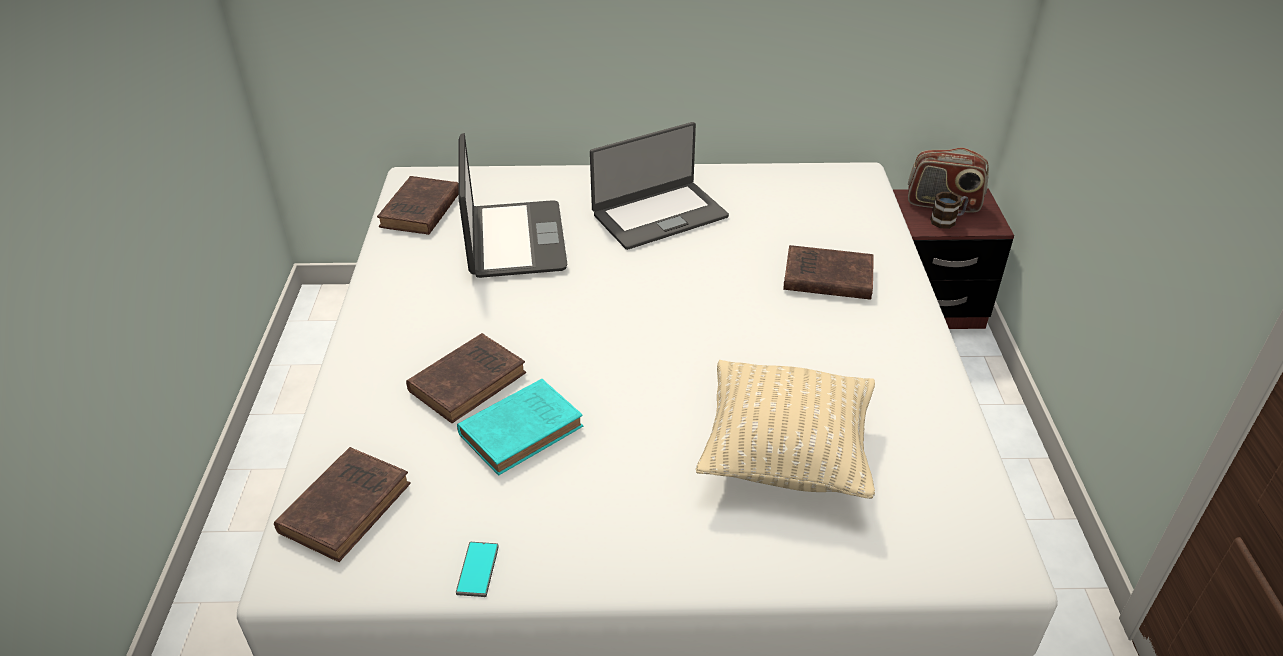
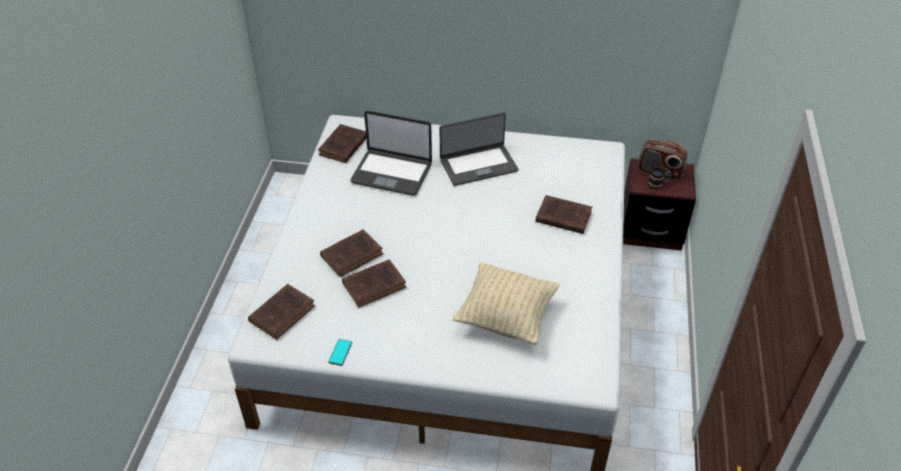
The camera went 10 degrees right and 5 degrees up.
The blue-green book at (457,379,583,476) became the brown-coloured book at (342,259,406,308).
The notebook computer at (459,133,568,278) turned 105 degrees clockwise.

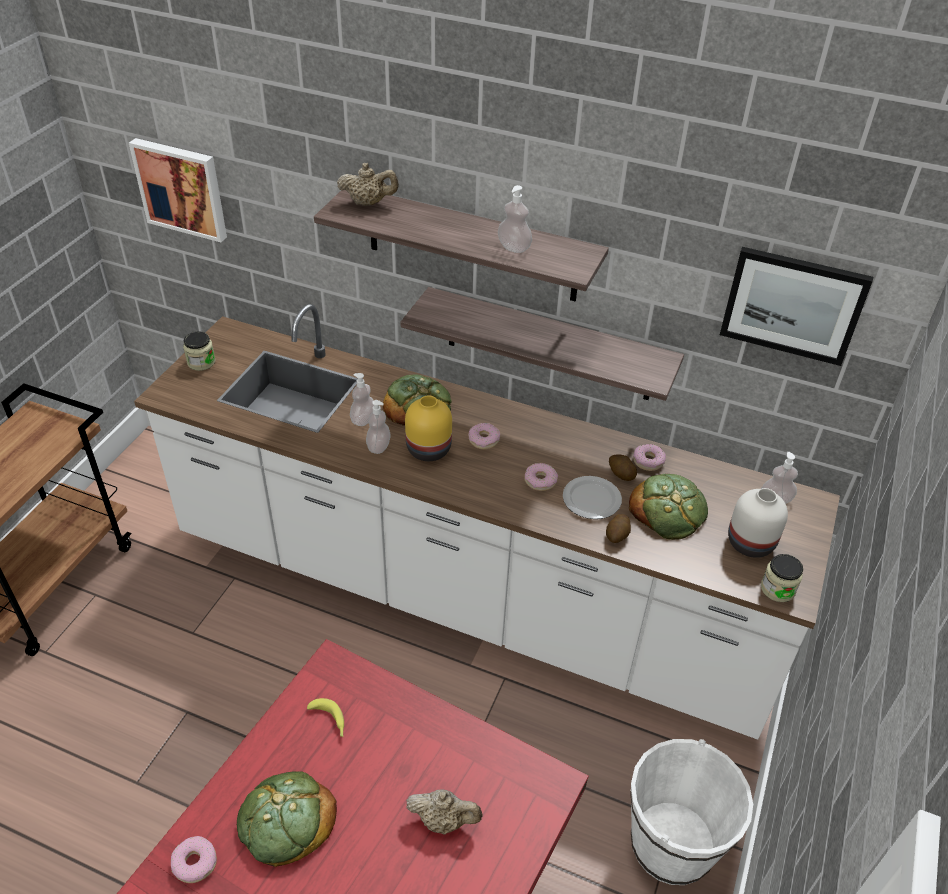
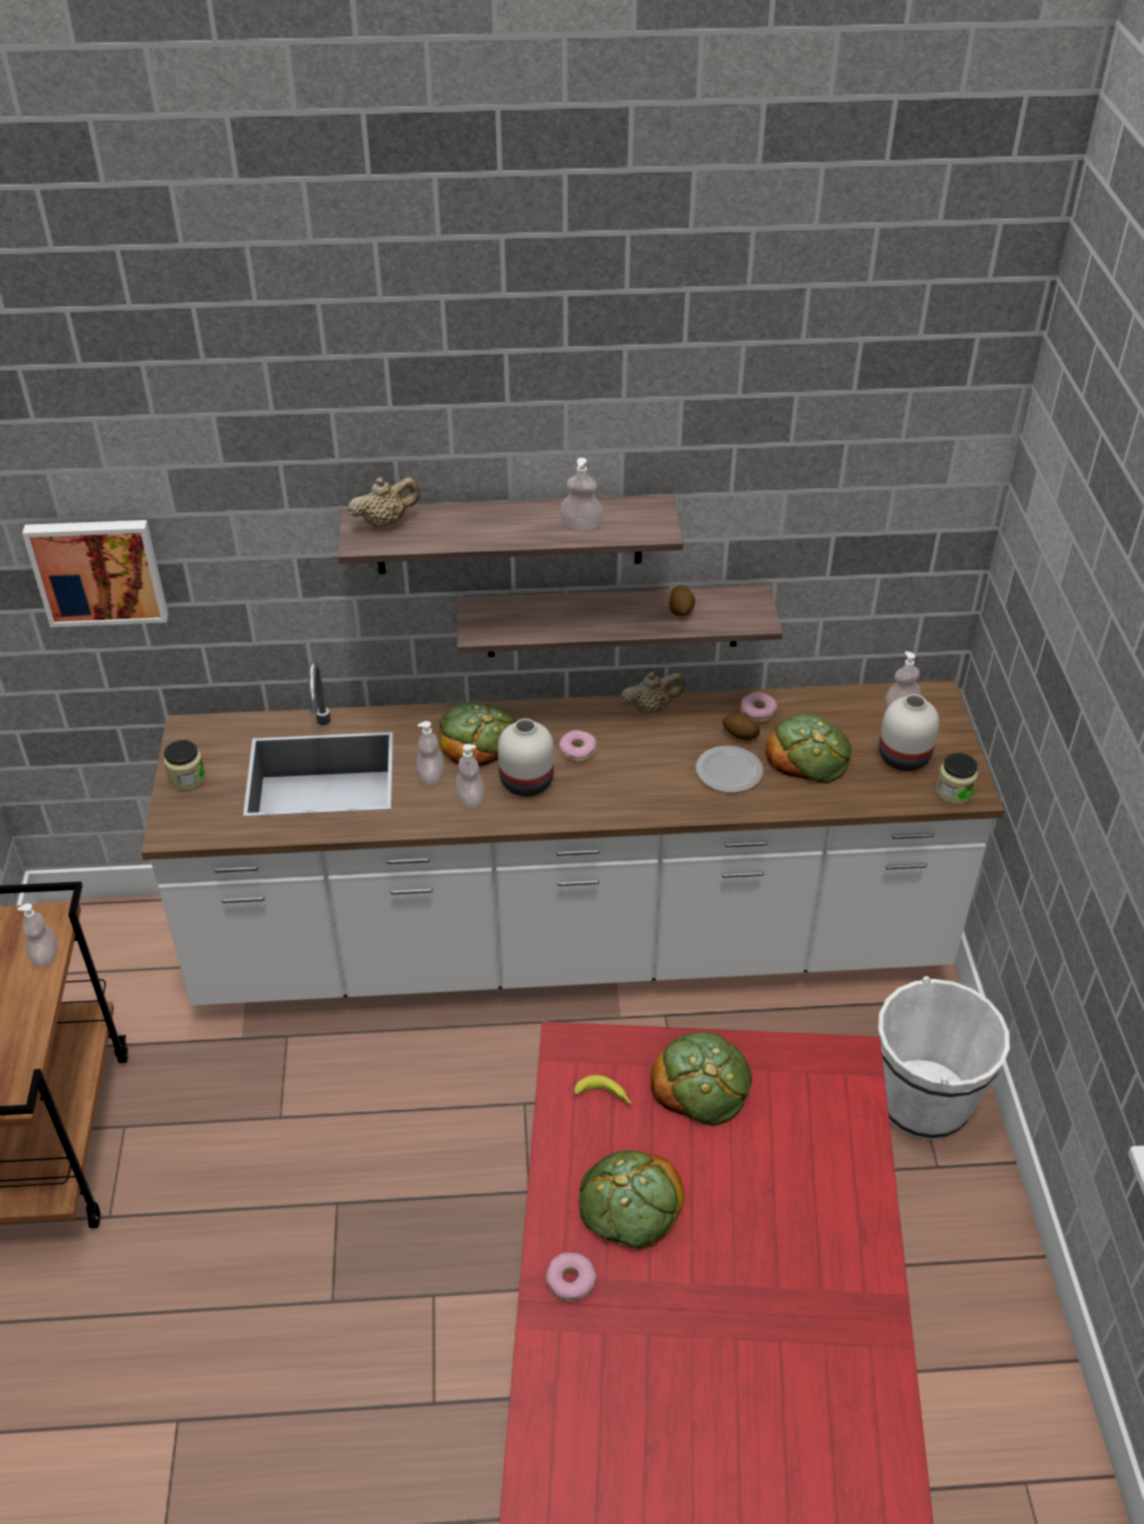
The camera went 25 degrees left and 0 degrees up.
The donut at (524,463,558,491) disappeared.
The wall picture at (720,247,873,366) disappeared.
The soap bottle at (18,903,57,966) appeared.
The bakery bread at (650,1032,752,1126) appeared.
The beige-coloured pot for tea moved from (406,790,483,834) to (621,672,685,714).
The spud moved from (606,514,631,543) to (669,585,695,616).
The yellow flower vase at (405,395,452,461) became the white flower vase at (498,719,554,797).

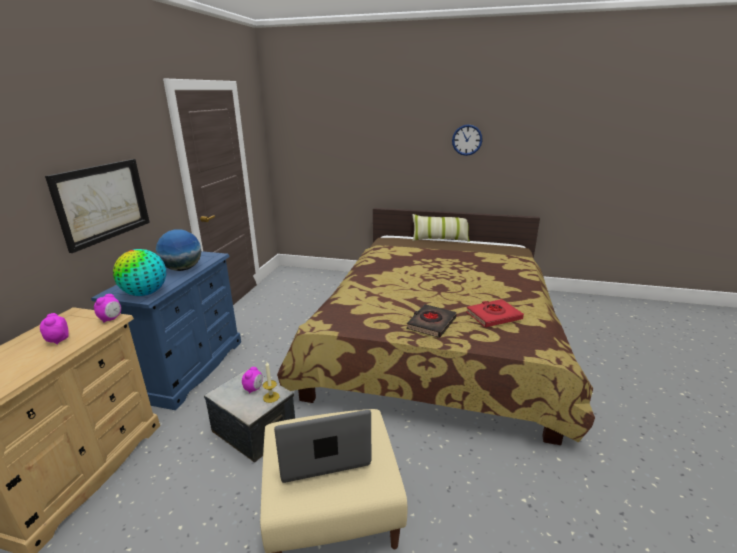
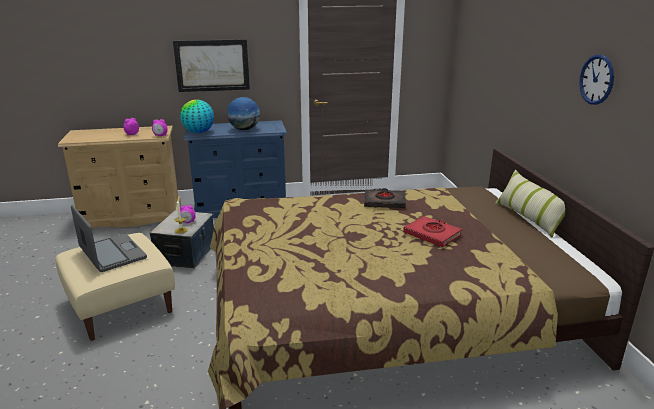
The camera went 65 degrees right and 0 degrees up.
The black book moved from (406,304,457,338) to (364,189,406,208).
The red book moved from (466,299,524,327) to (403,216,462,247).

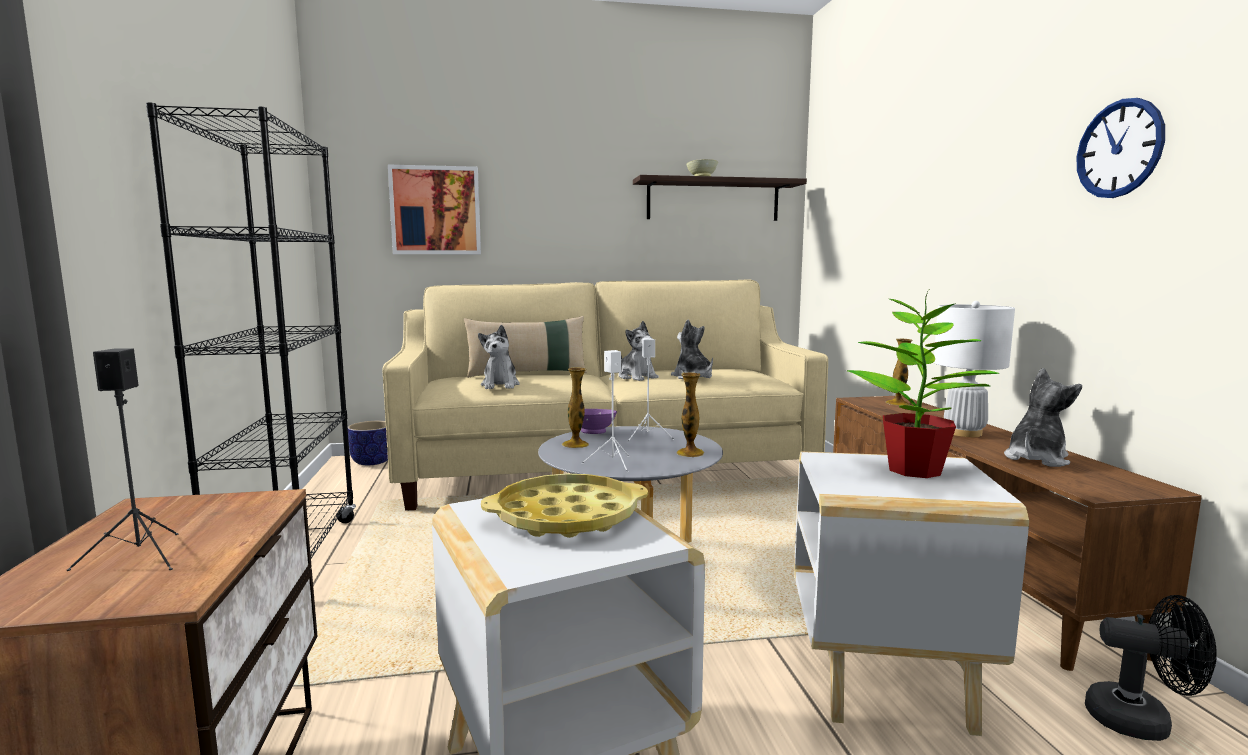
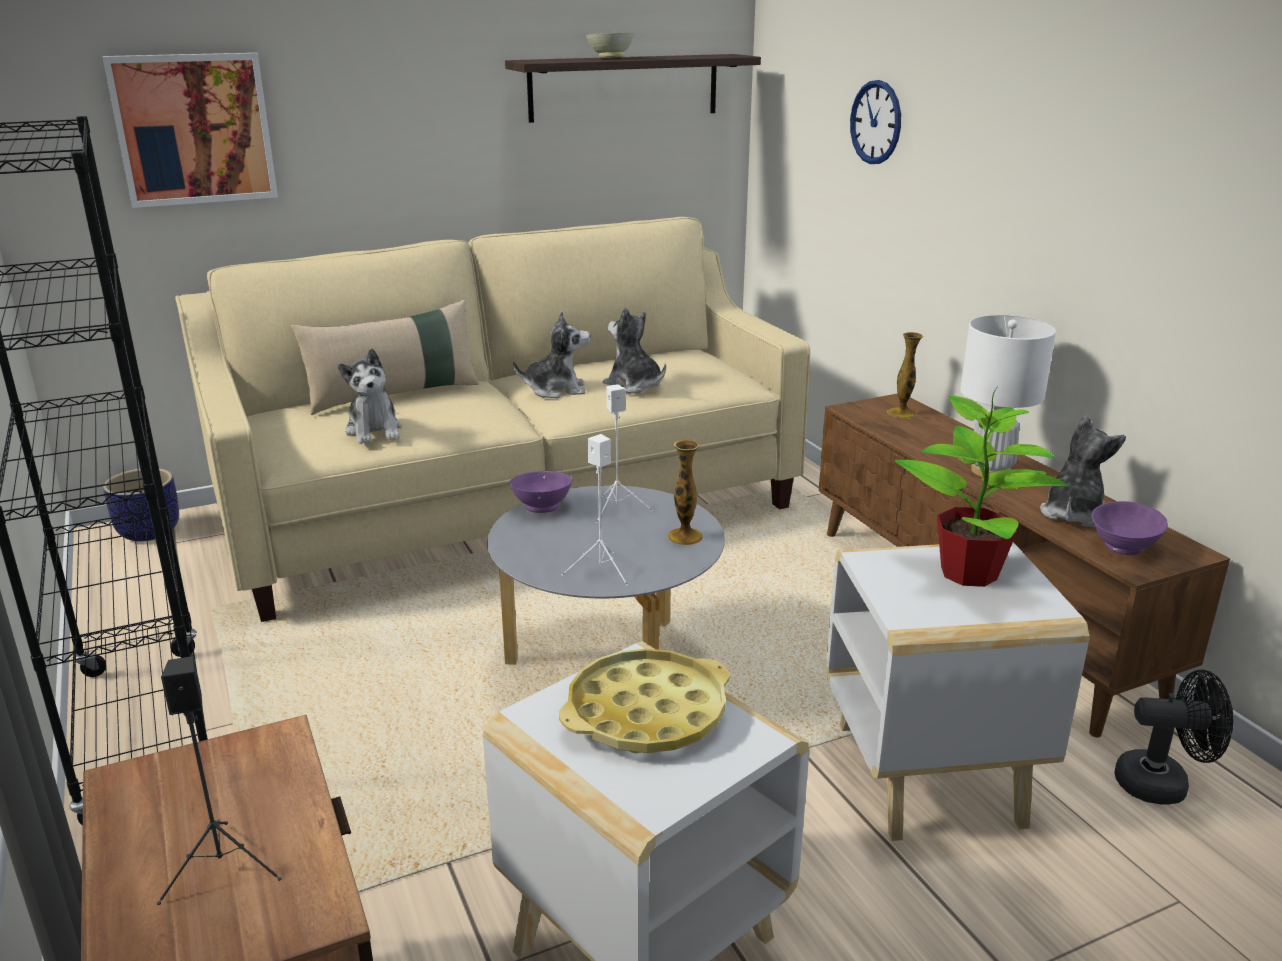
The camera went 15 degrees left and 15 degrees up.
The flower vase at (562,367,589,448) disappeared.
The purple-coloured serving bowl at (1091,501,1168,555) appeared.
The wall clock moved from (1077,98,1165,198) to (850,80,901,164).
The plush toy at (618,321,659,381) turned 45 degrees counterclockwise.

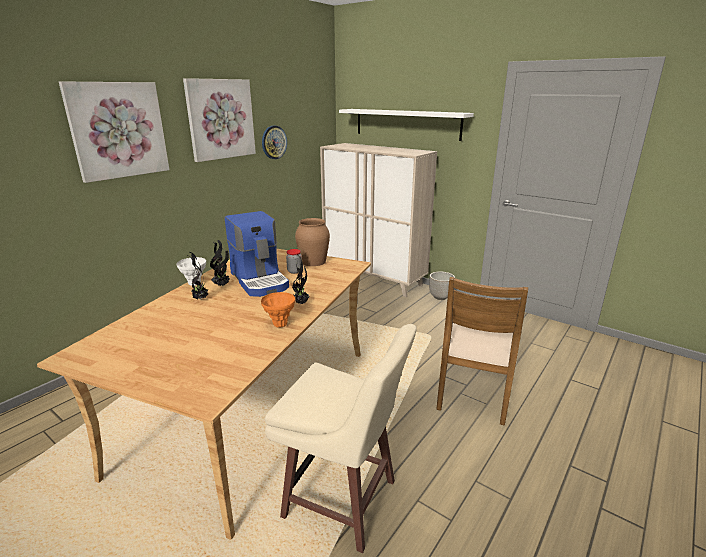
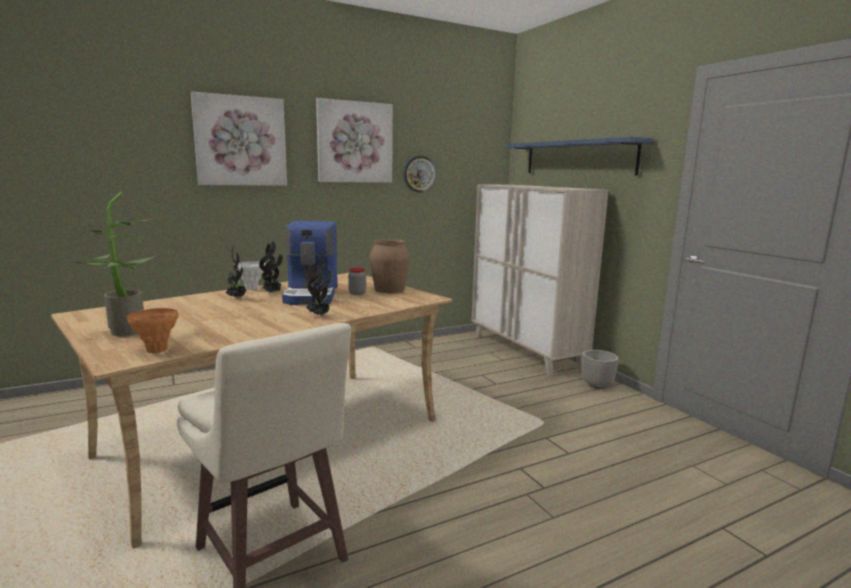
The camera went 25 degrees right and 10 degrees down.
The brown-coloured plain chair at (436,277,528,426) disappeared.
The plant in a pot at (76,192,156,336) appeared.
The orange-coloured flower vase moved from (261,292,295,328) to (127,308,179,353).
The white shelf at (339,109,474,141) became the bluish shelf at (505,136,653,175).

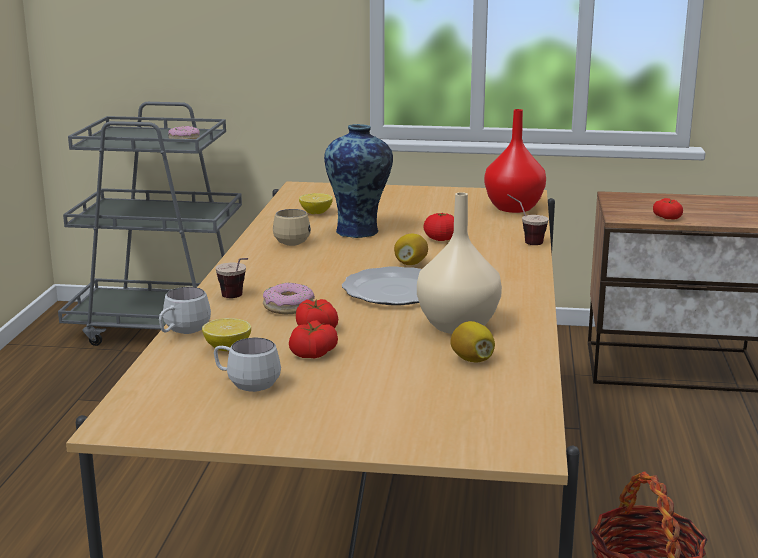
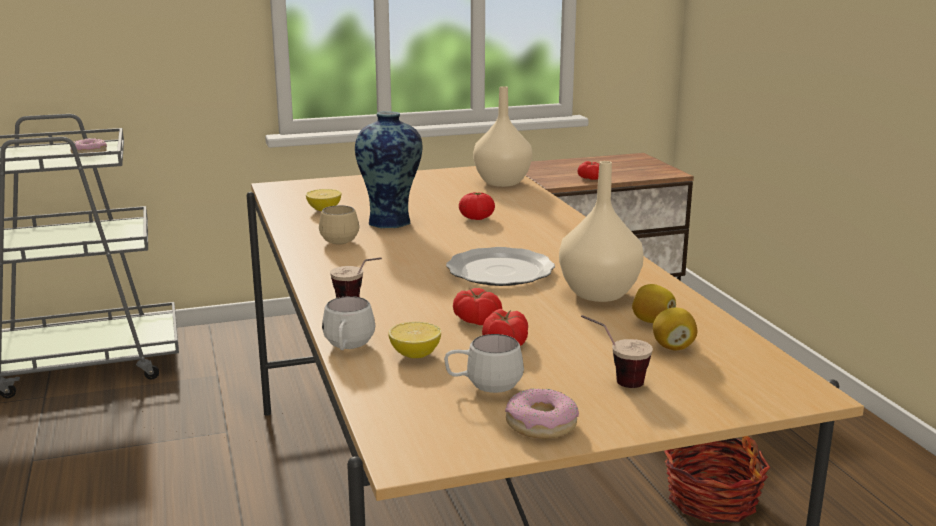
The camera went 25 degrees left and 0 degrees up.
The donut moved from (263,283,315,314) to (505,388,579,439).
The citrus fruit moved from (394,234,428,265) to (653,307,697,350).
The cup moved from (507,194,549,245) to (581,315,653,388).
The red flower vase at (484,109,546,213) became the beige-coloured flower vase at (473,86,532,187).

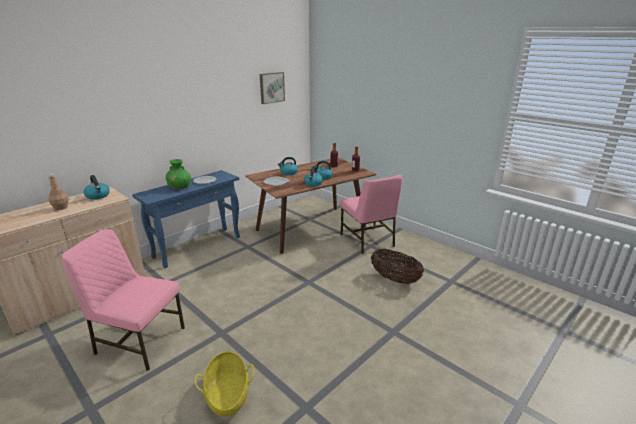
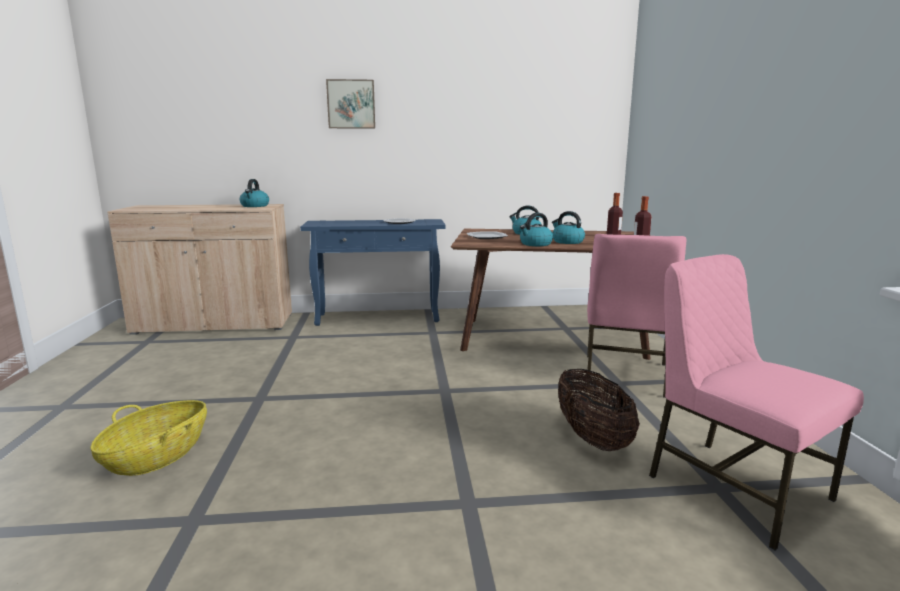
The camera went 40 degrees right and 10 degrees down.
The brown-coloured drink bottle at (48,174,69,210) disappeared.
The green-coloured flower vase at (166,159,191,189) disappeared.
The pink plain chair moved from (62,229,185,371) to (649,254,864,550).
The wall picture moved from (260,72,285,104) to (326,79,375,129).

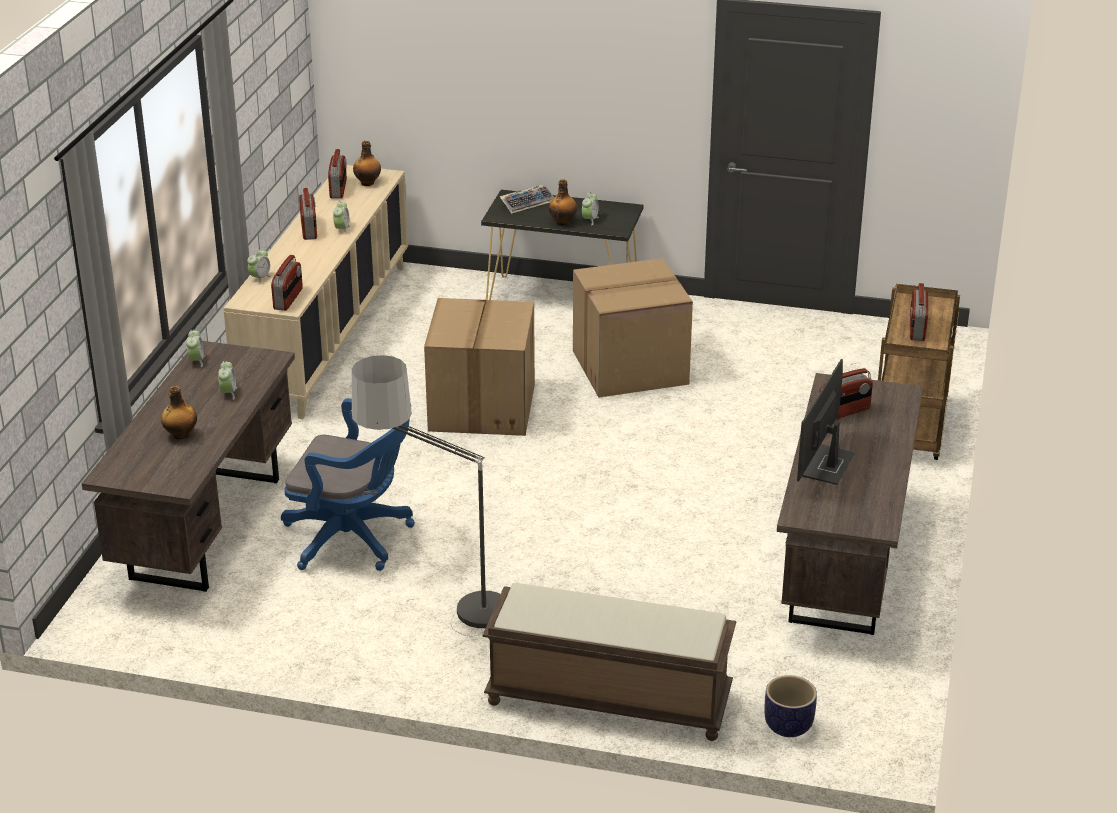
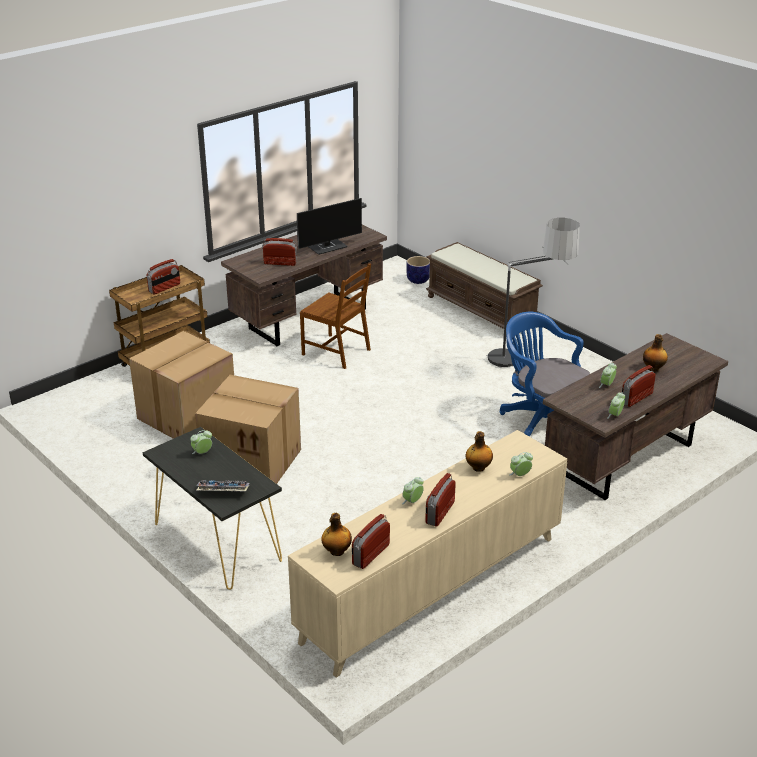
The camera went 145 degrees left and 0 degrees up.
The brown-coloured plain chair at (300,263,371,369) appeared.
The radio moved from (271,255,303,311) to (622,365,656,407).
The cardboard box moved from (424,298,535,436) to (129,331,234,439).
The drink bottle moved from (549,179,577,226) to (465,431,493,472).

